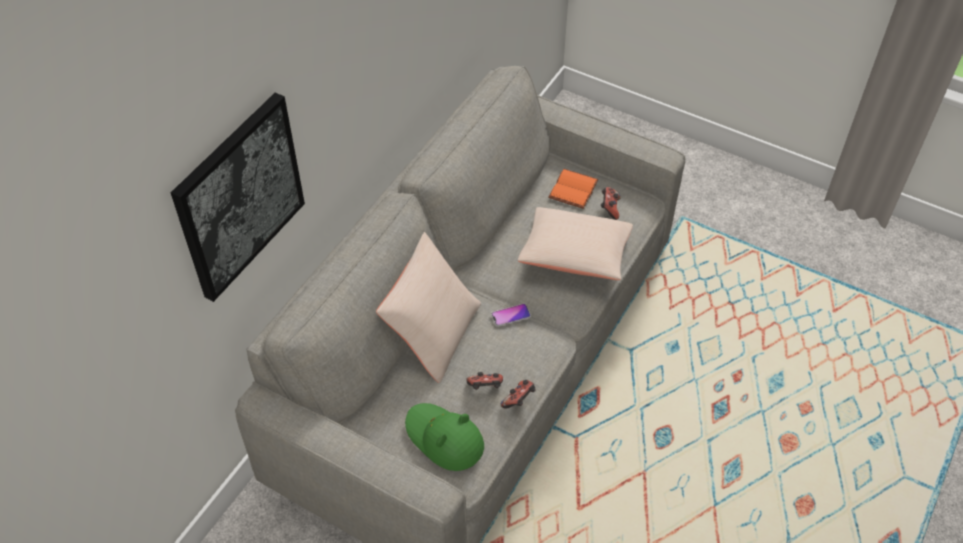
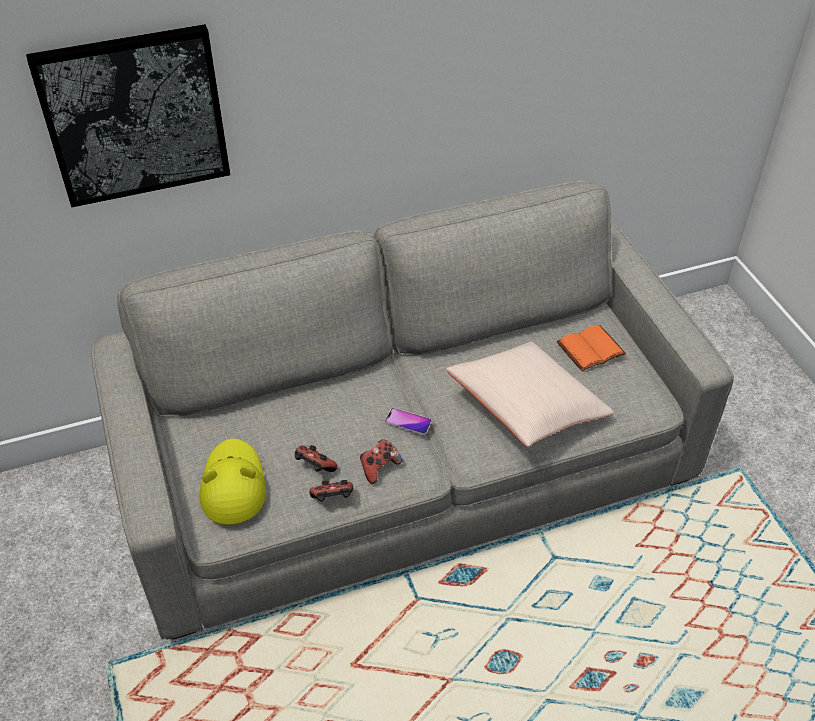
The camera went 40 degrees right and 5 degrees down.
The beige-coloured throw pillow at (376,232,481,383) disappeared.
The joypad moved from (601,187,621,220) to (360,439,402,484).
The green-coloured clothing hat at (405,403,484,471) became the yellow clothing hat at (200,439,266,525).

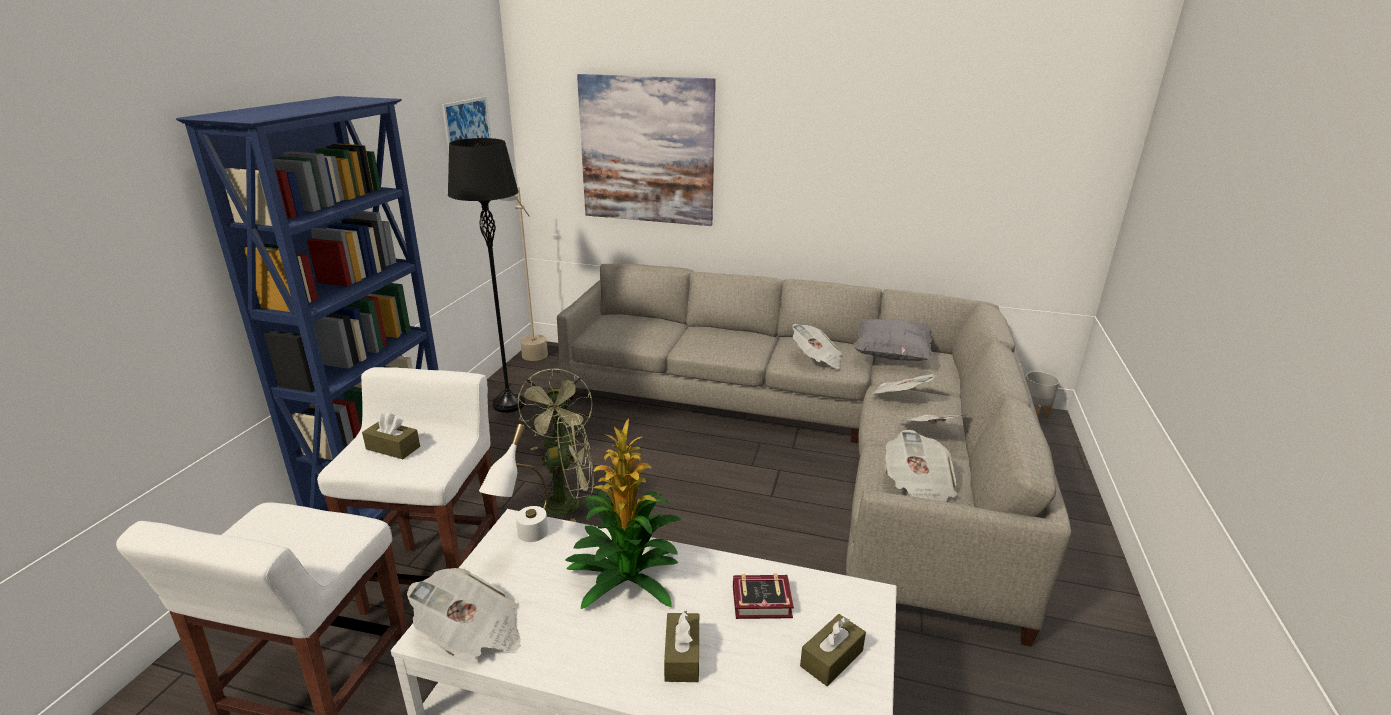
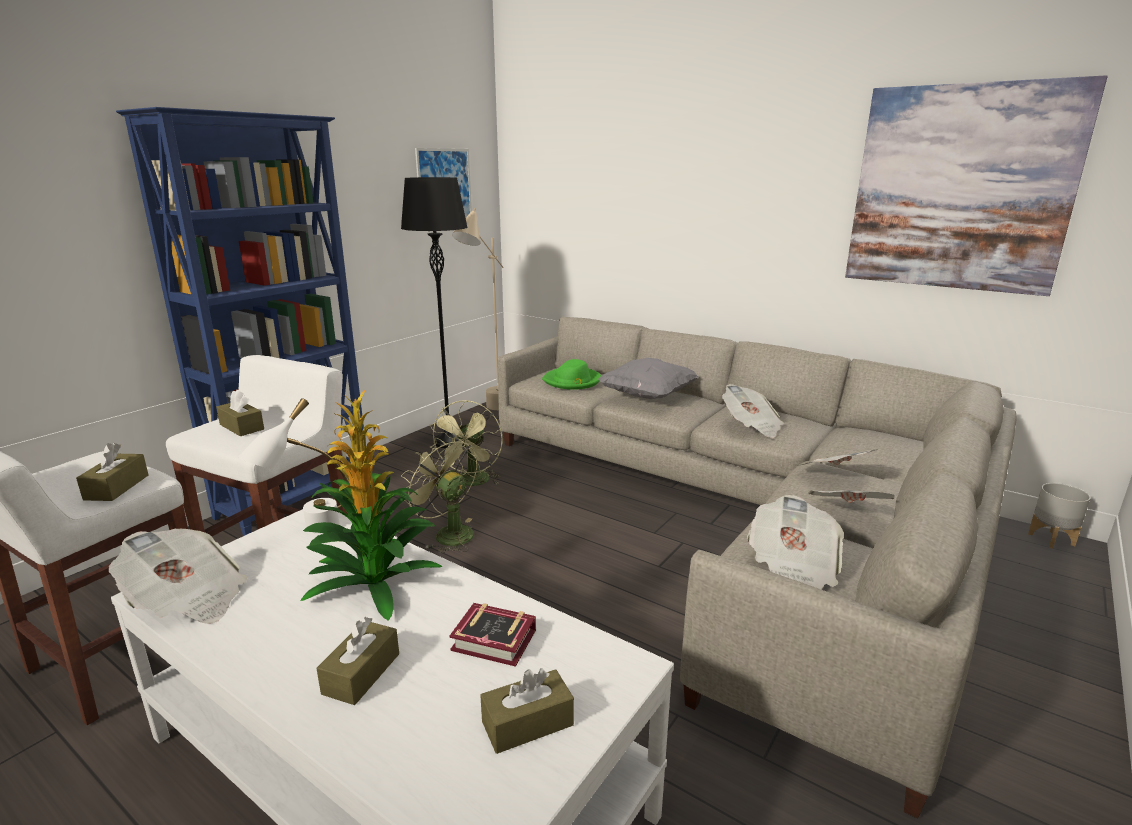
The camera went 20 degrees right and 5 degrees down.
The brown-coloured tissue holder at (76,443,148,501) appeared.
The green-coloured clothing hat at (542,359,601,390) appeared.
The wall picture moved from (577,74,716,226) to (845,75,1108,296).
The gray throw pillow moved from (853,319,933,361) to (598,358,698,399).
The green-coloured electric fan at (532,414,594,522) turned 150 degrees counterclockwise.

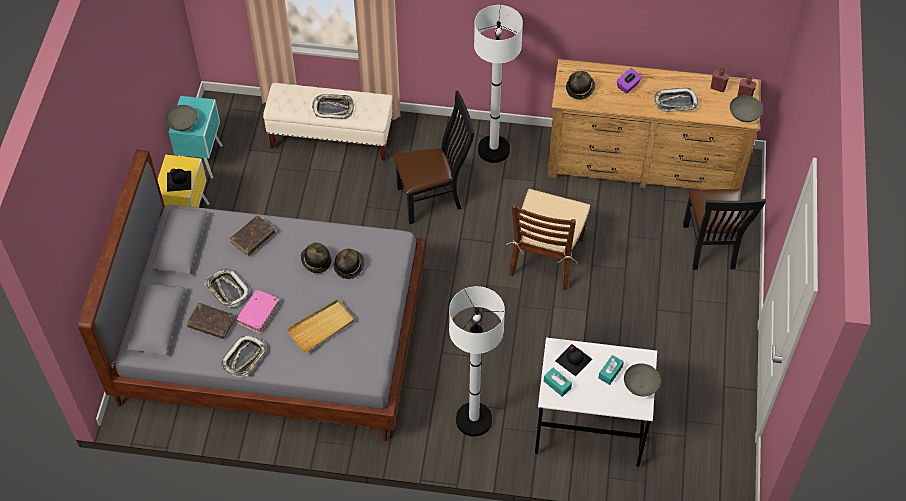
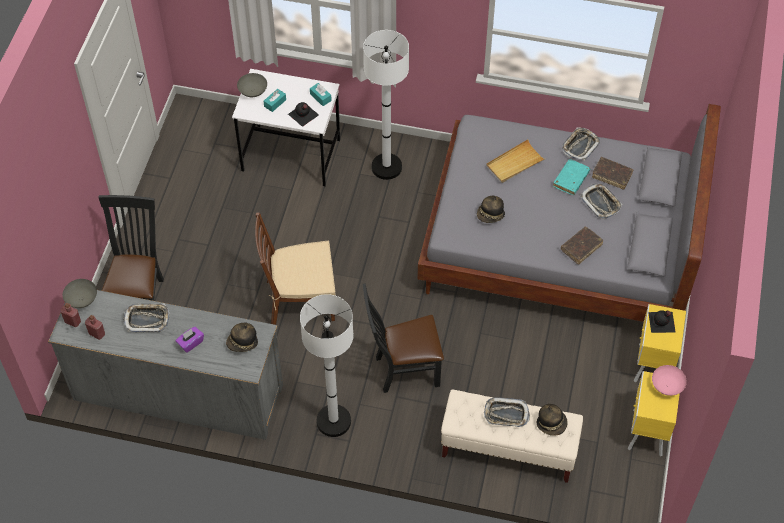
The camera went 175 degrees left and 0 degrees up.
The clothing hat moved from (300,243,331,273) to (537,404,568,436).
The gray serving bowl at (165,105,197,131) became the pink serving bowl at (652,365,687,396).
The blue-green night table at (169,96,223,179) became the yellow night table at (627,371,680,457).
The pink book at (236,290,280,333) became the blue-green book at (553,159,590,195).
The brown-coloured chest of drawers at (547,59,761,190) became the gray chest of drawers at (48,290,283,440).
The brown-coloured plain chair at (506,189,590,290) turned 120 degrees counterclockwise.

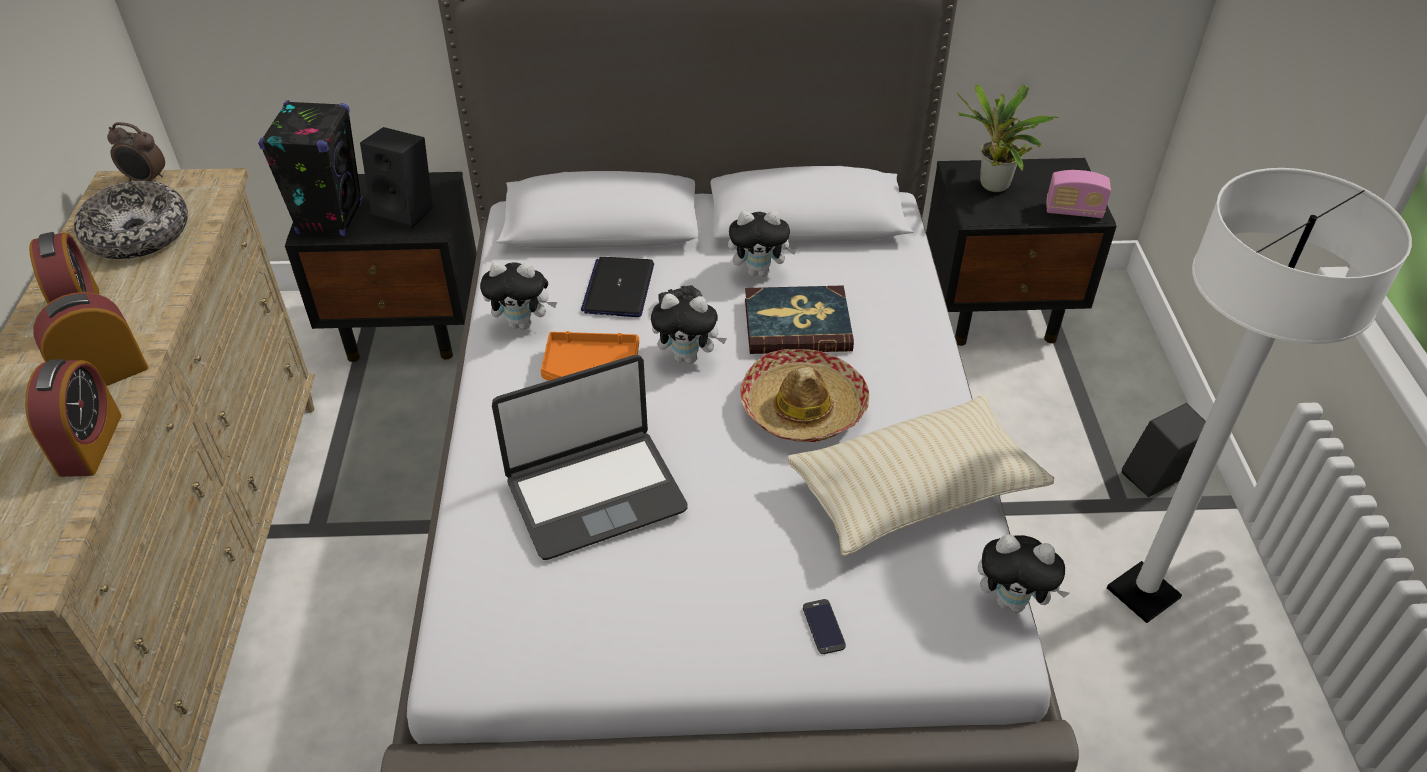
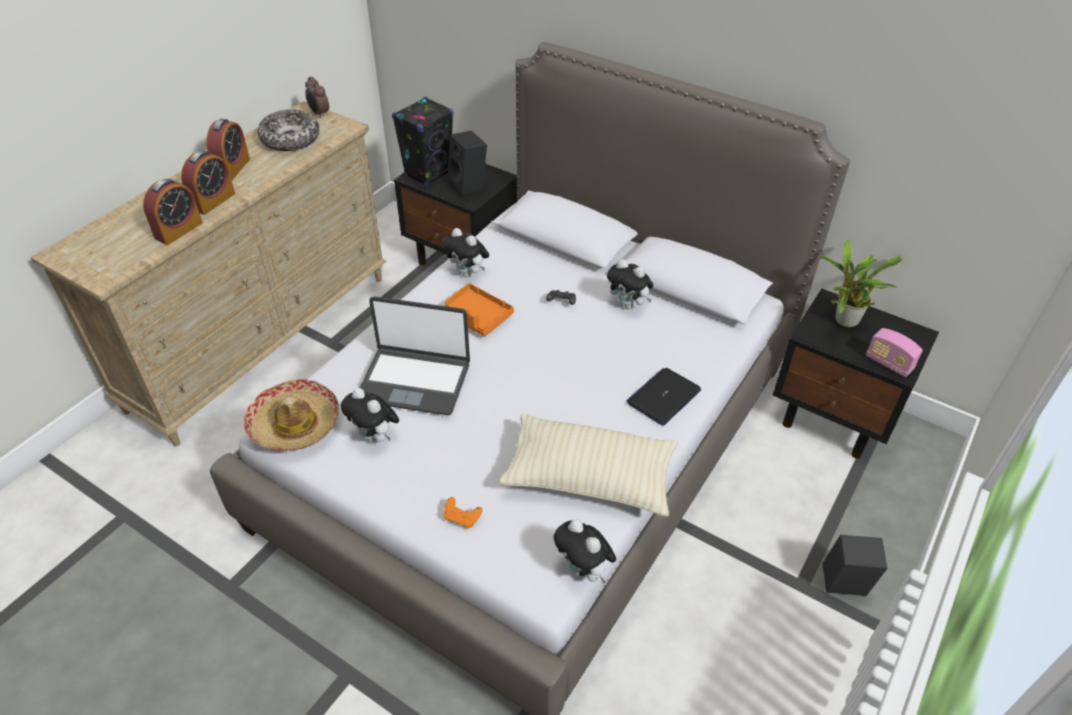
The camera went 35 degrees right and 0 degrees up.
The book at (745,286,854,354) disappeared.
The white floor lamp at (1107,168,1412,623) disappeared.
The notebook computer moved from (581,257,654,317) to (626,368,701,426).
The plush toy moved from (651,293,727,364) to (341,388,399,443).
The clothing hat moved from (740,349,869,442) to (244,379,339,451).
The phone at (803,599,846,654) was replaced by the orange-coloured joypad at (444,497,483,528).
The table clock at (33,292,149,386) turned 120 degrees clockwise.

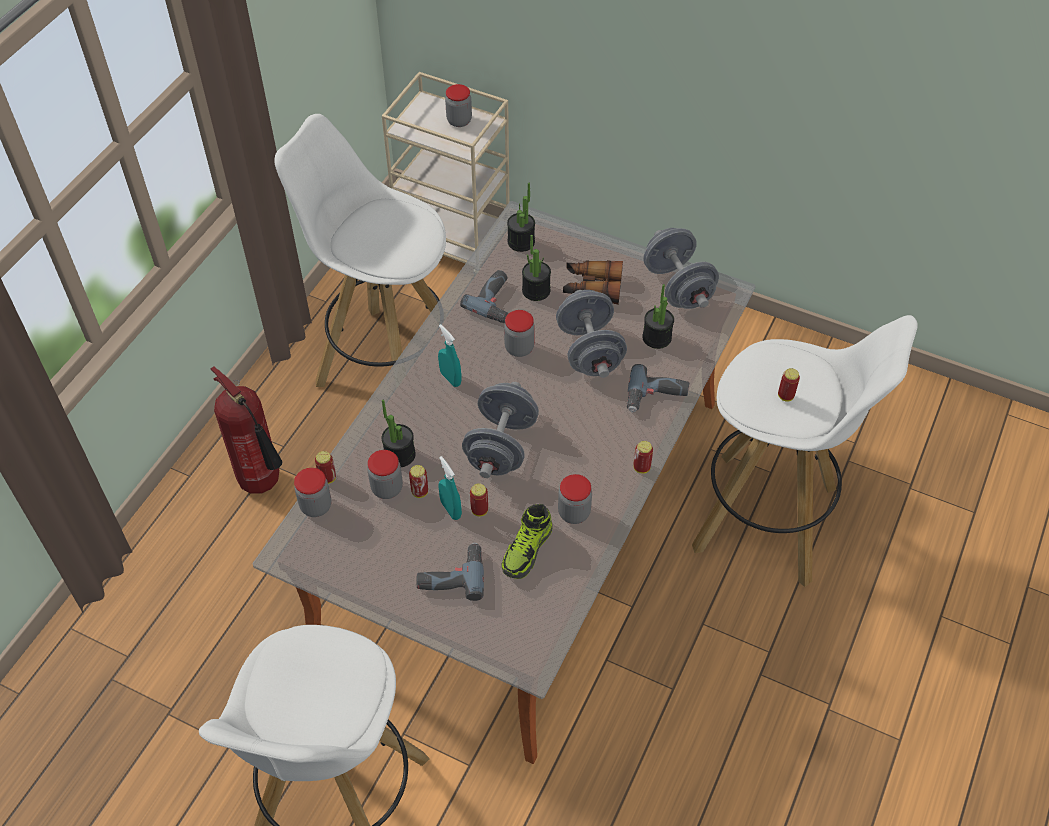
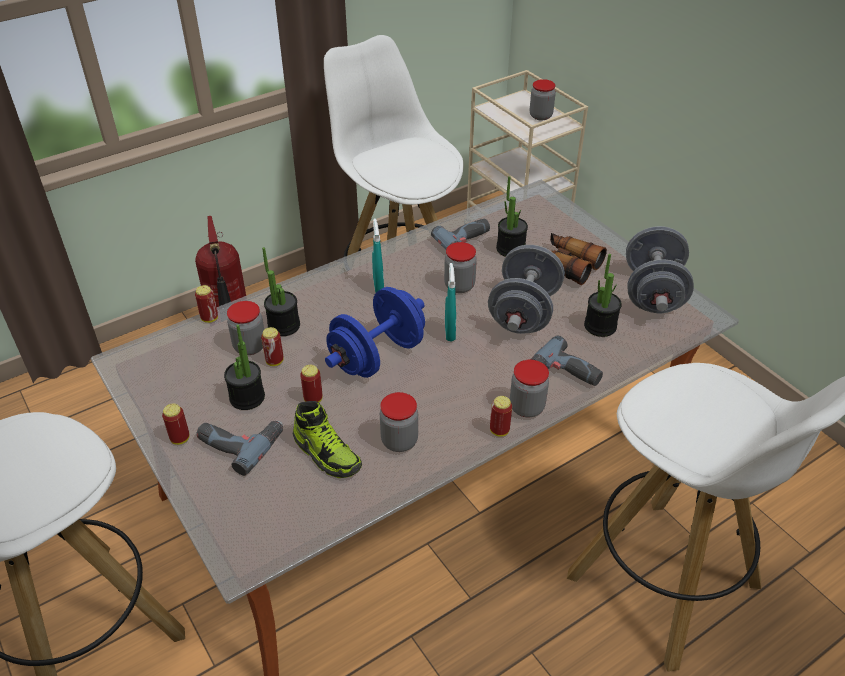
The camera went 30 degrees right and 10 degrees down.
The storage jar moved from (294,468,331,517) to (510,360,549,417).
The blue-green sprayer moved from (438,456,462,520) to (445,263,456,341).
The plant in a pot moved from (507,182,535,252) to (224,325,265,410).
The metal can moved from (778,368,800,402) to (162,403,190,445).
The gray free weight at (462,382,539,478) became the bluish free weight at (325,287,425,378).
The item of footwear at (501,504,553,579) turned 105 degrees counterclockwise.

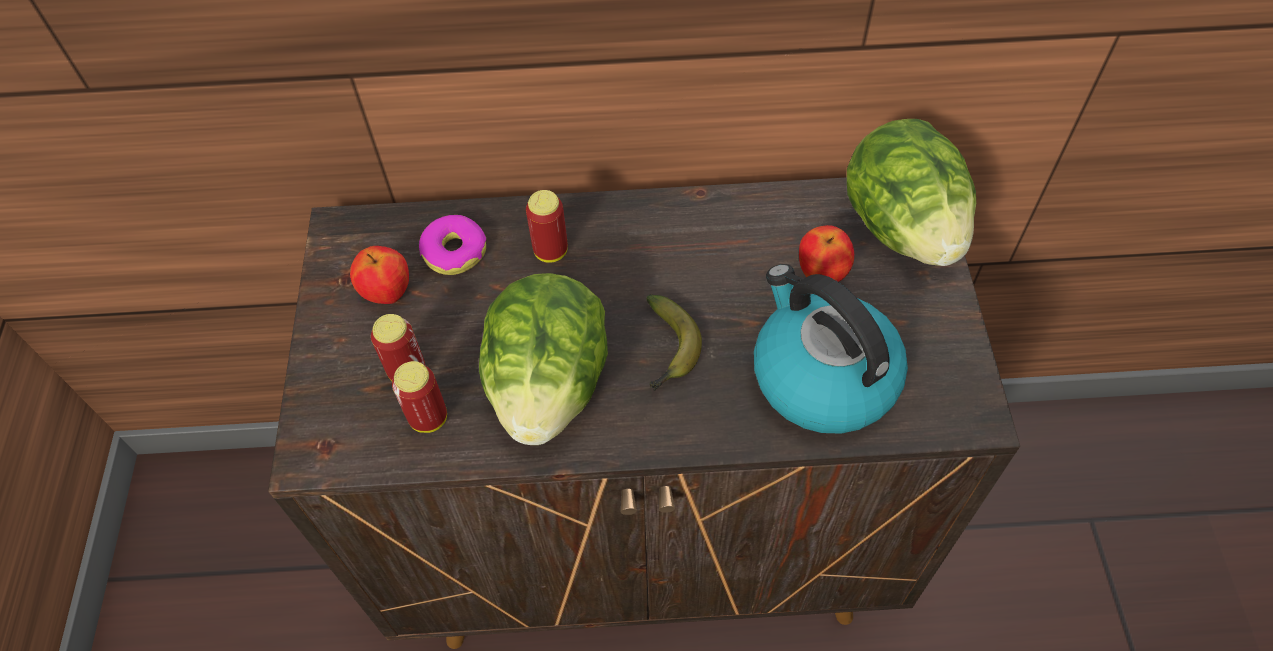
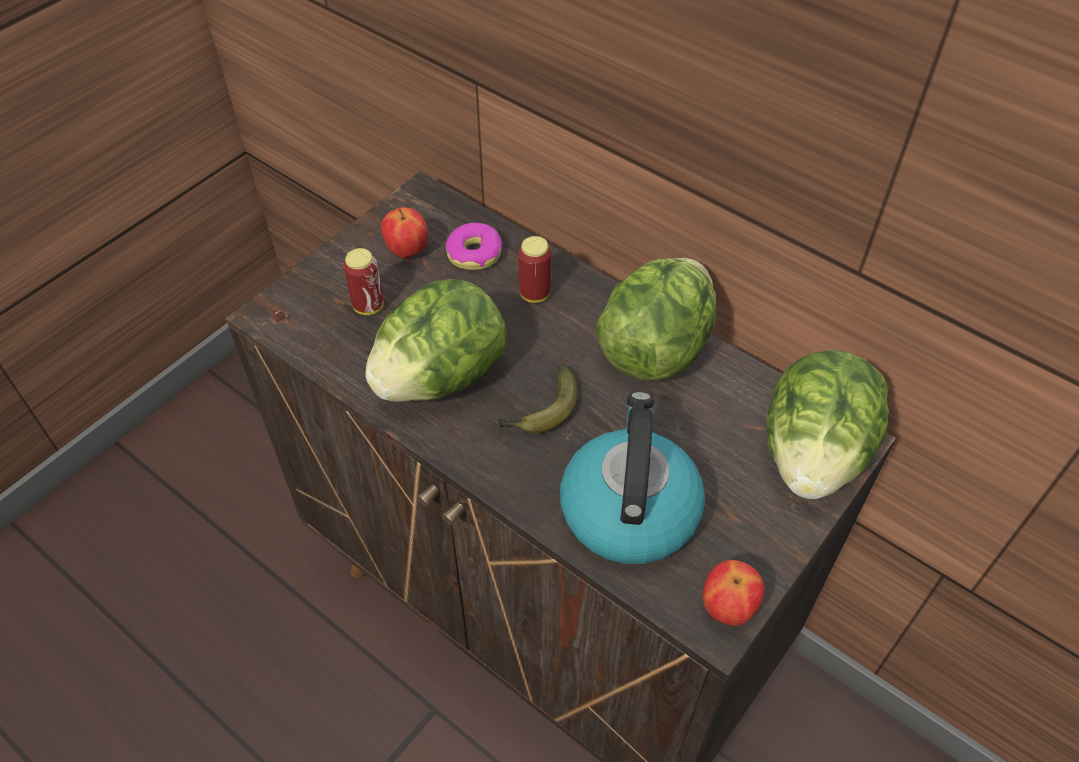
The camera went 40 degrees right and 5 degrees down.
The metal can at (392,361,447,433) disappeared.
The head of lettuce at (596,258,717,380) appeared.
The whole apple moved from (799,225,854,282) to (703,560,764,626).

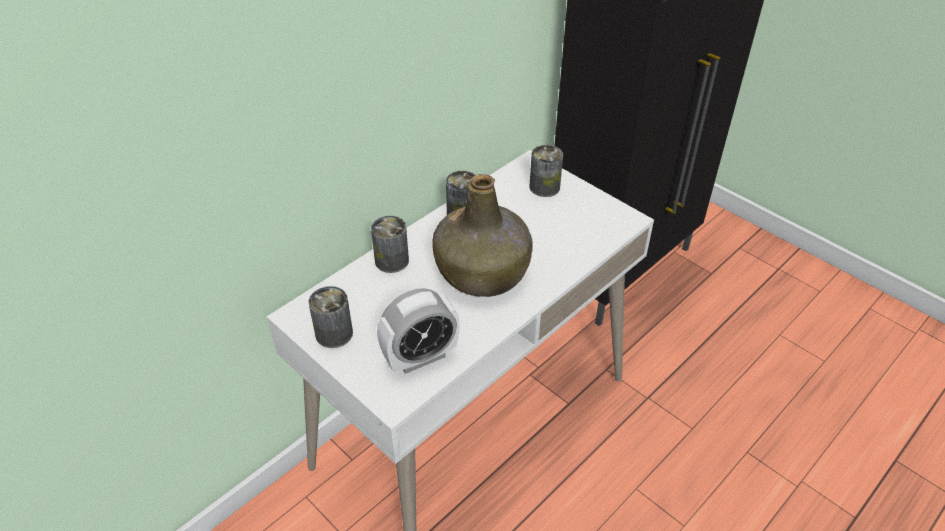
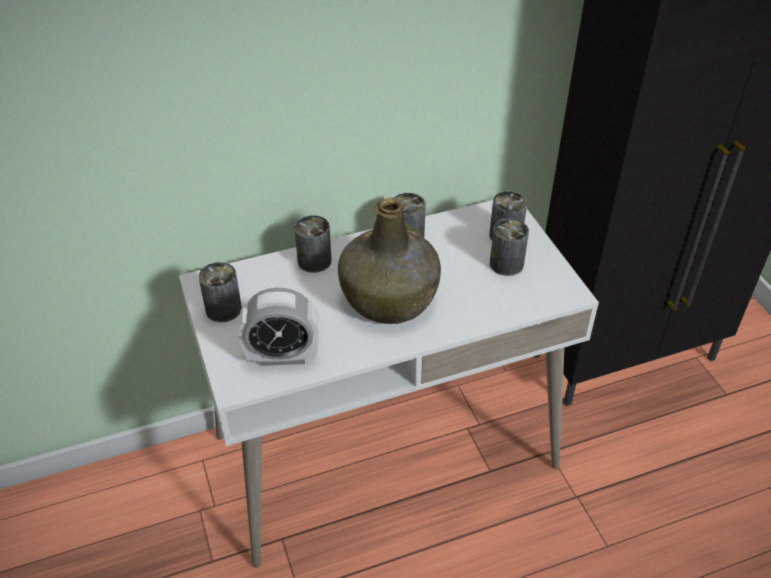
The camera went 25 degrees right and 0 degrees up.
The metal can at (490,218,529,276) appeared.

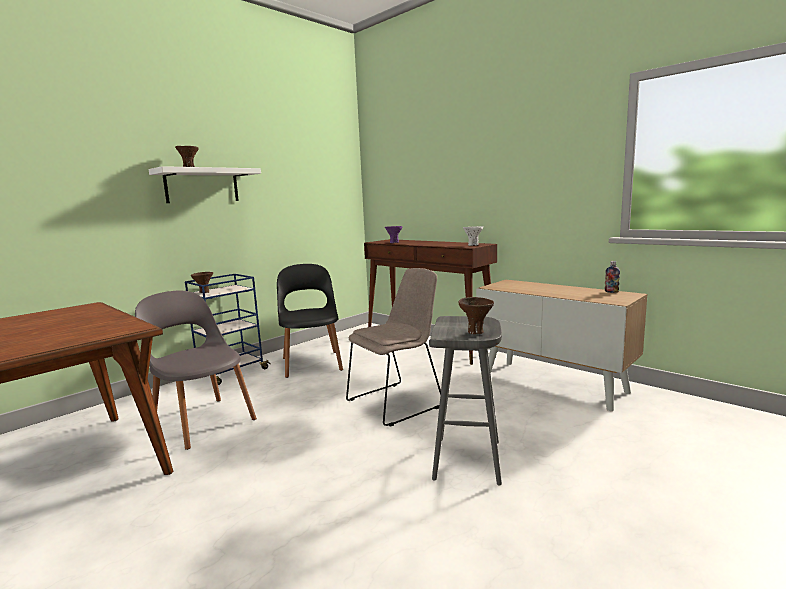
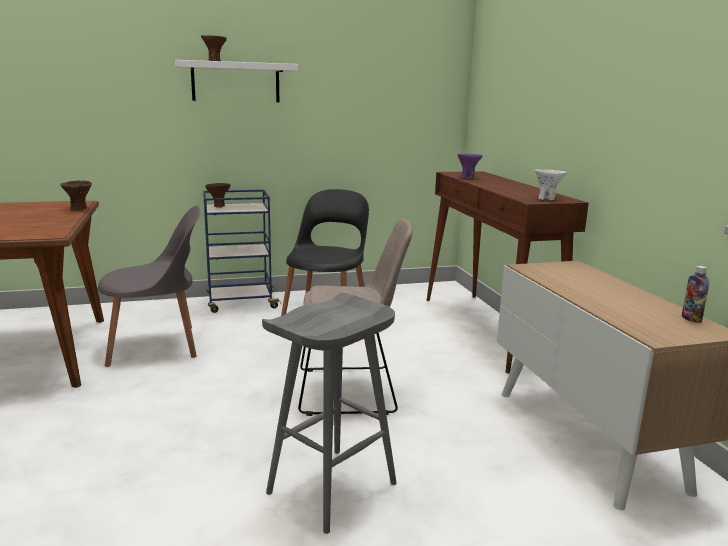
The camera went 30 degrees right and 5 degrees up.
The brown-coloured serving bowl moved from (458,297,494,334) to (60,180,92,211).
The gray plain chair at (135,291,257,450) turned 90 degrees clockwise.

